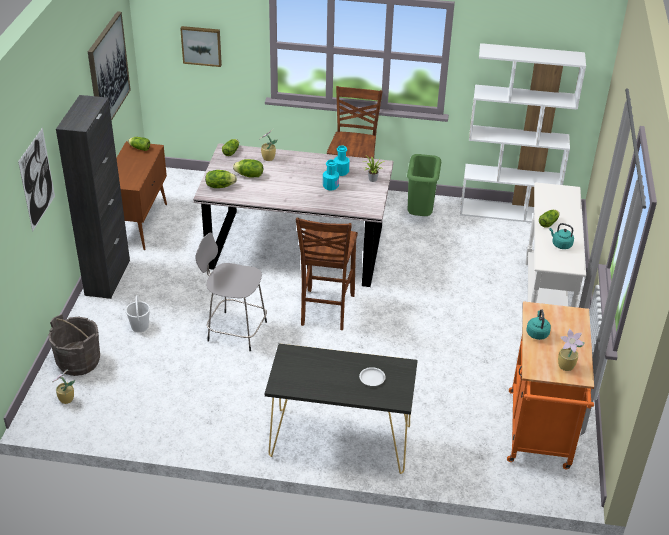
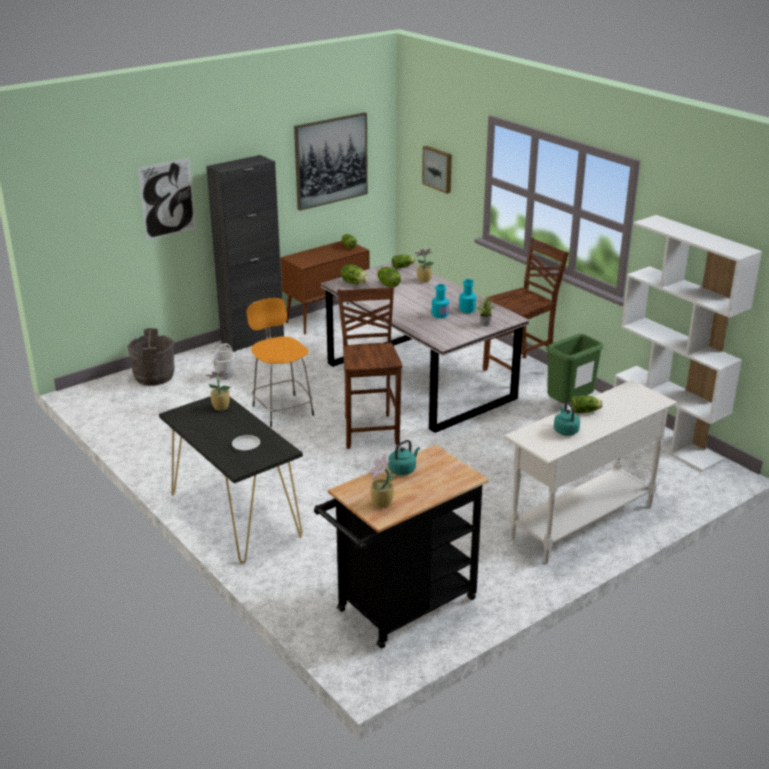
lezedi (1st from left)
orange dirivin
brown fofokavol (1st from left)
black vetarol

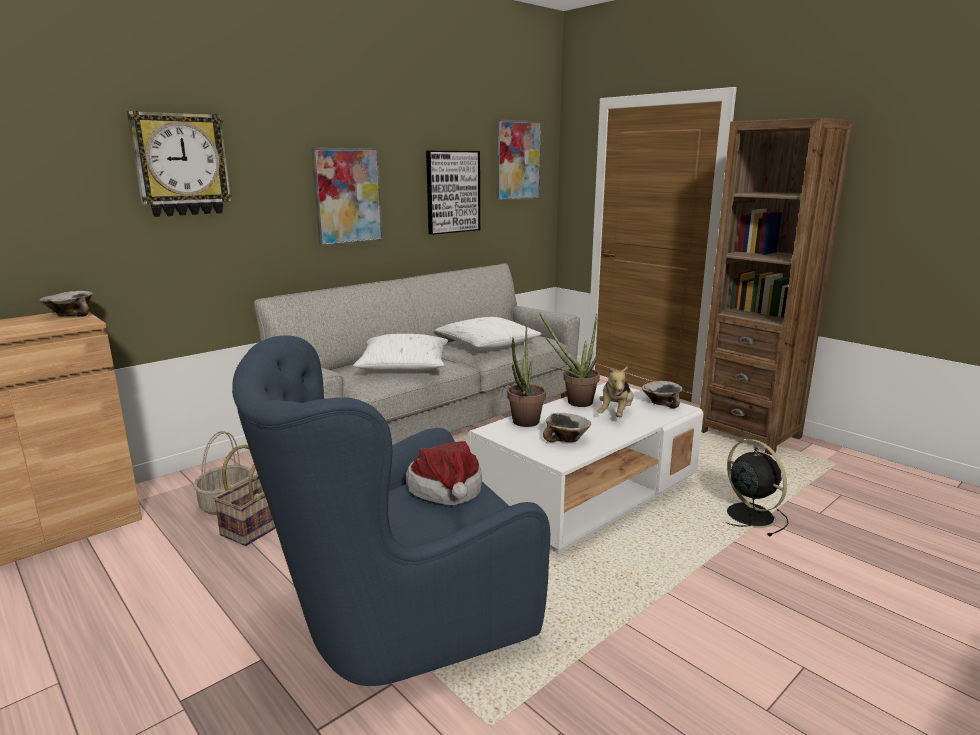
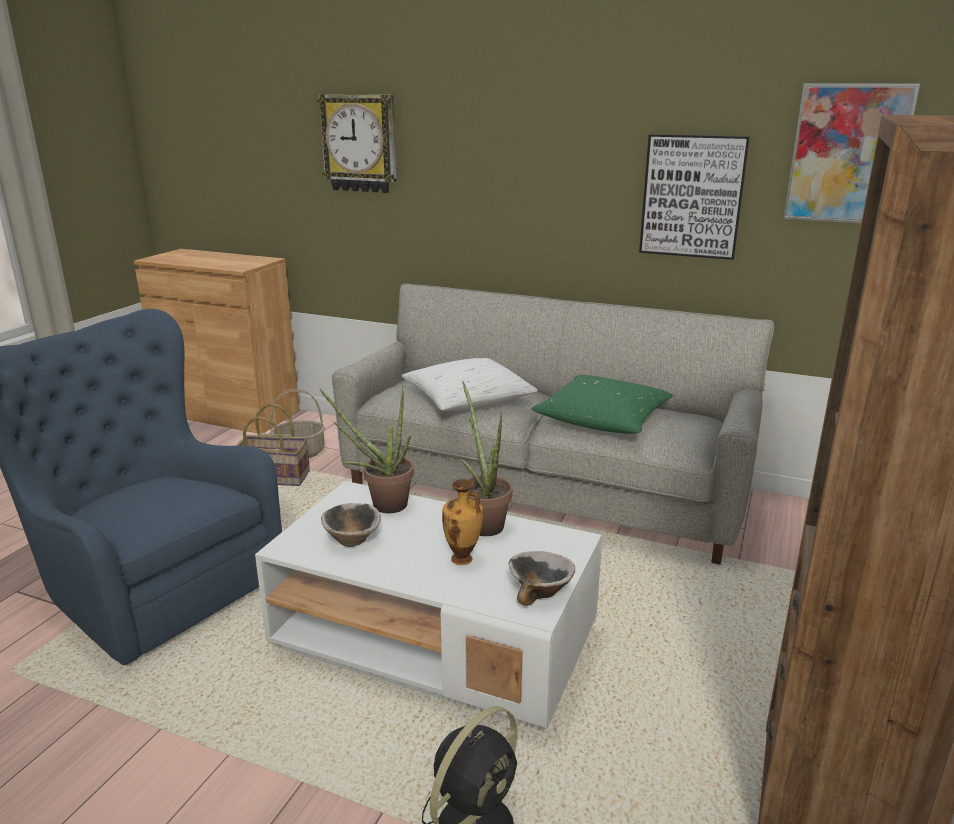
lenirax (1st from left in the first image)
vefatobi (1st from left in the first image)
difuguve
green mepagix
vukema

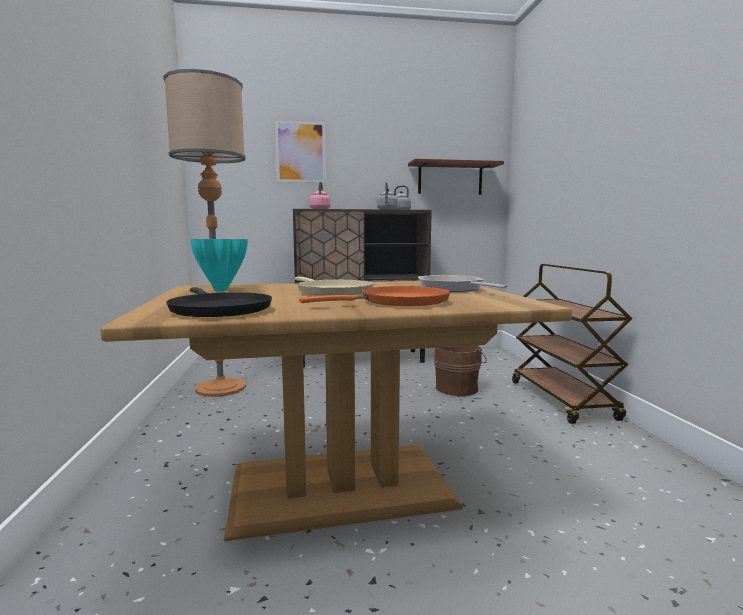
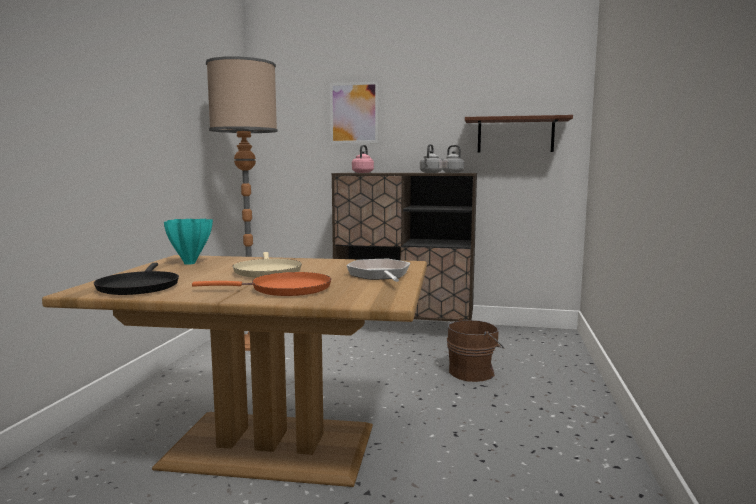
brown vetarol

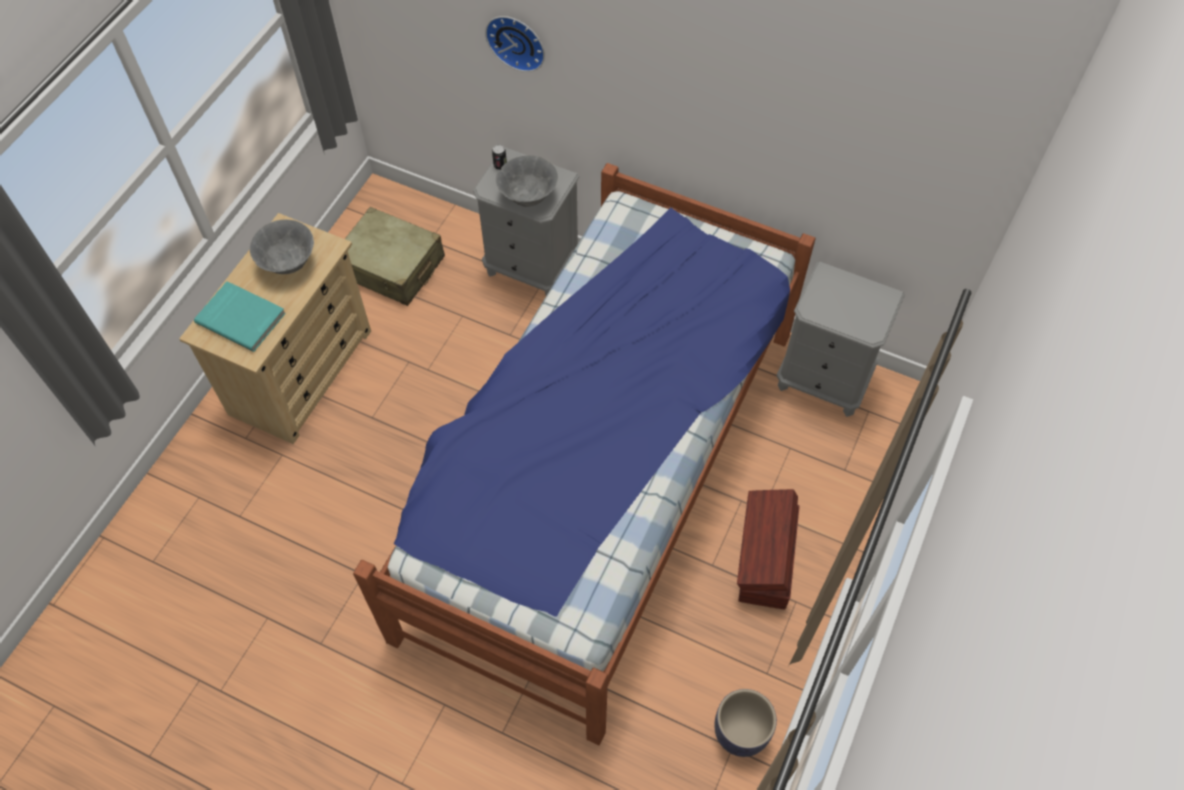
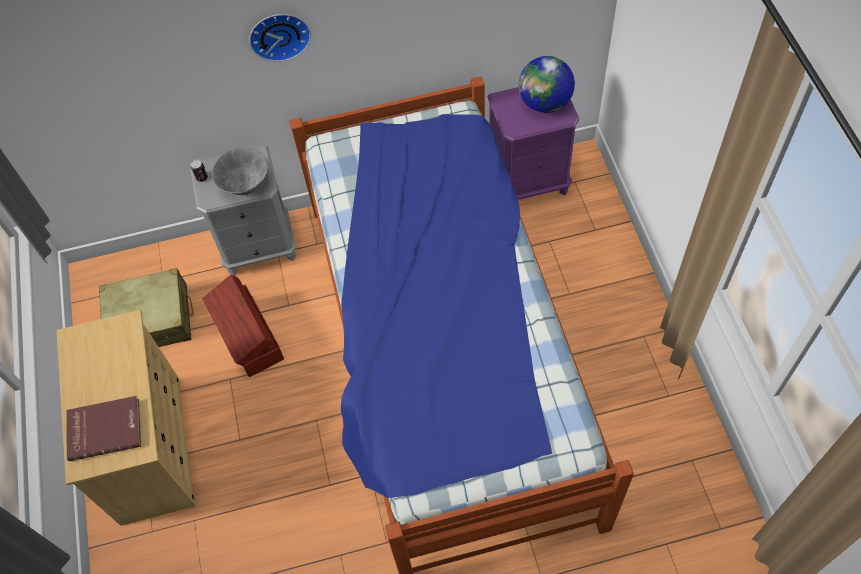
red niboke
grey lenirax (1st from left in the first image)
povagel
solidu
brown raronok
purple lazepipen
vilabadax

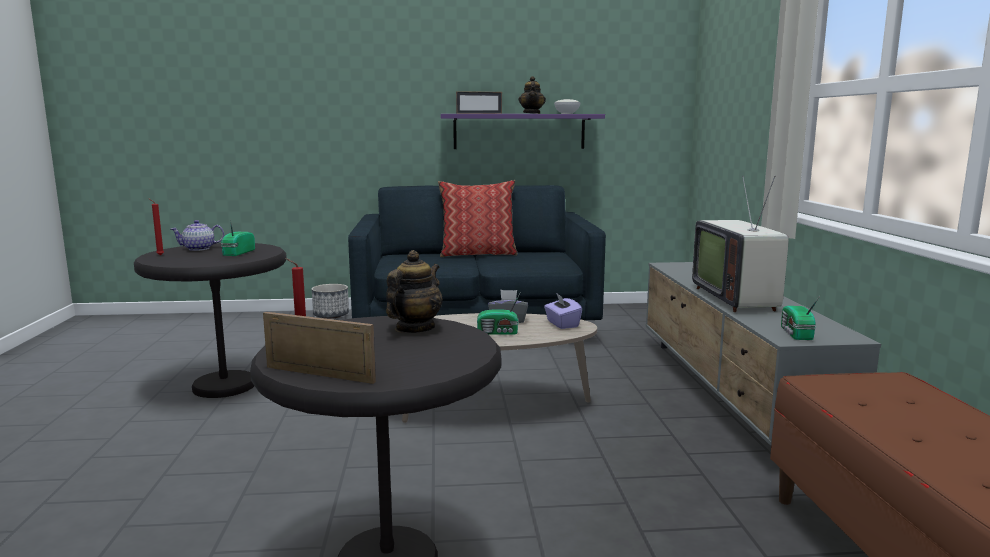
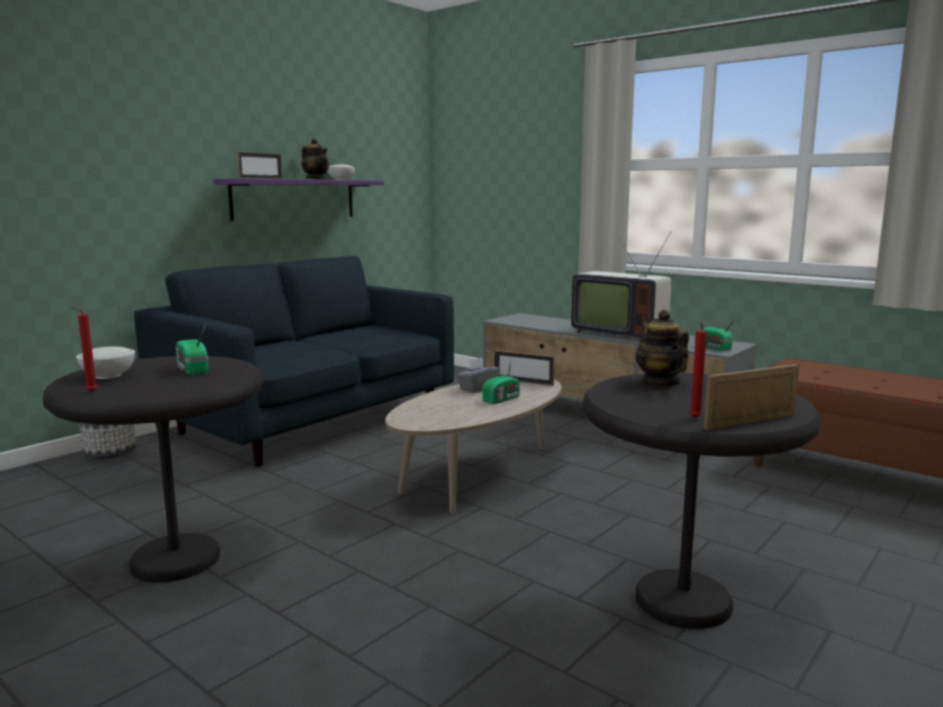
white lenirax (1st from left)
mepagix
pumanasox (2nd from left)

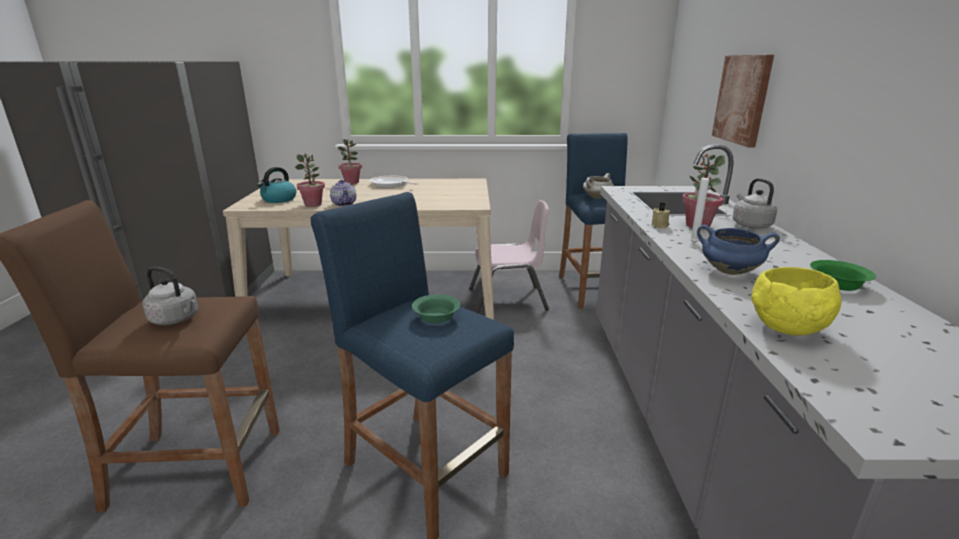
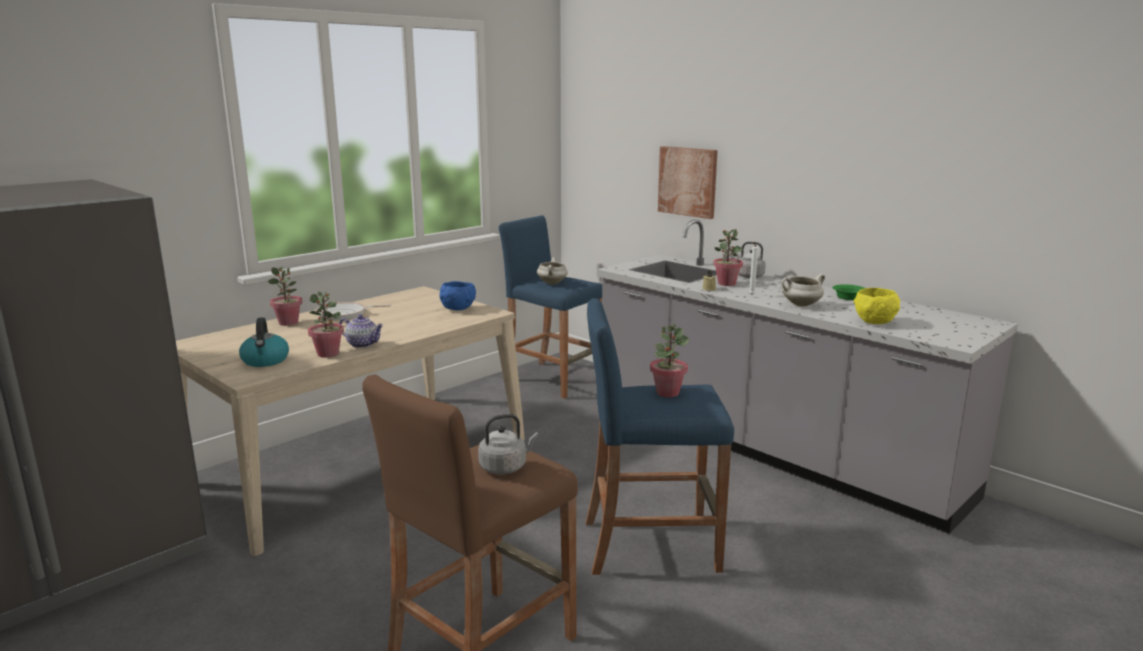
lezedi (3rd from left)
pink fofokavol
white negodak (2nd from left)
blue lenirax

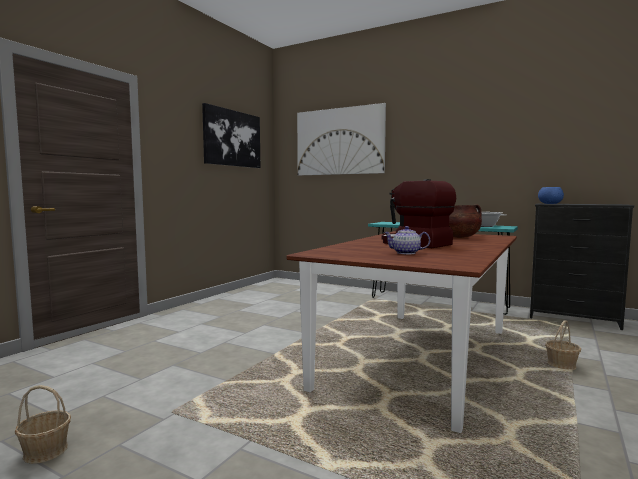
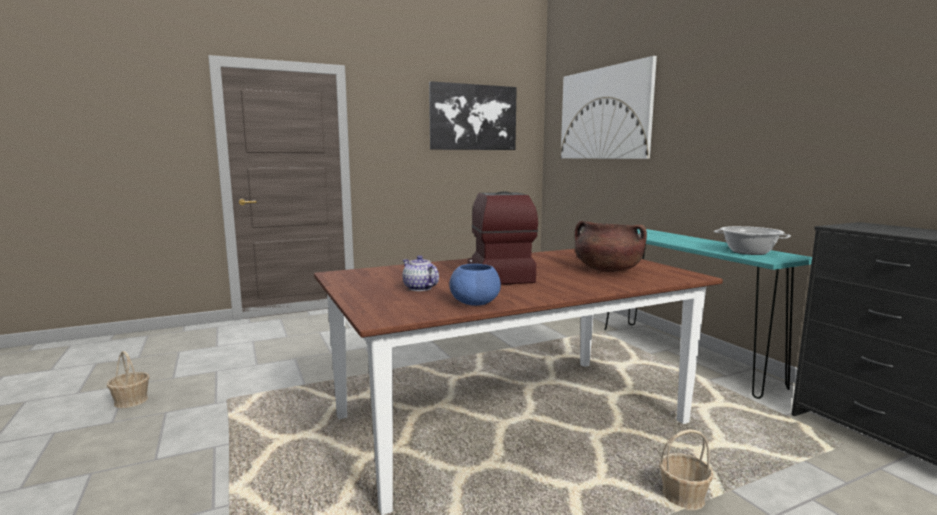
blue lenirax

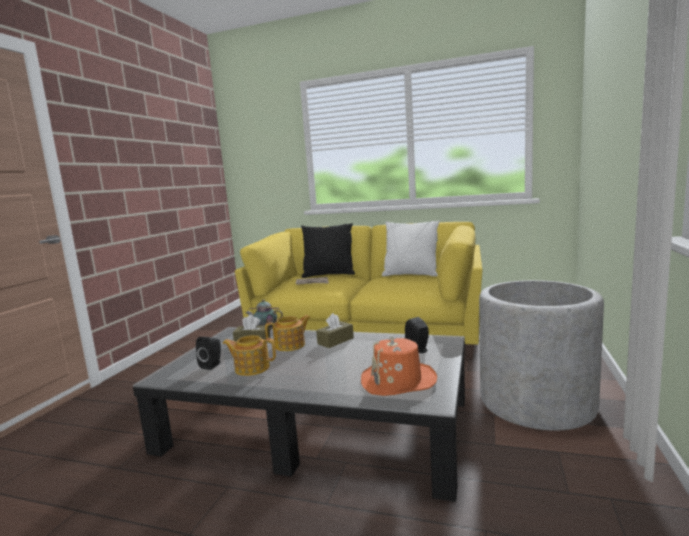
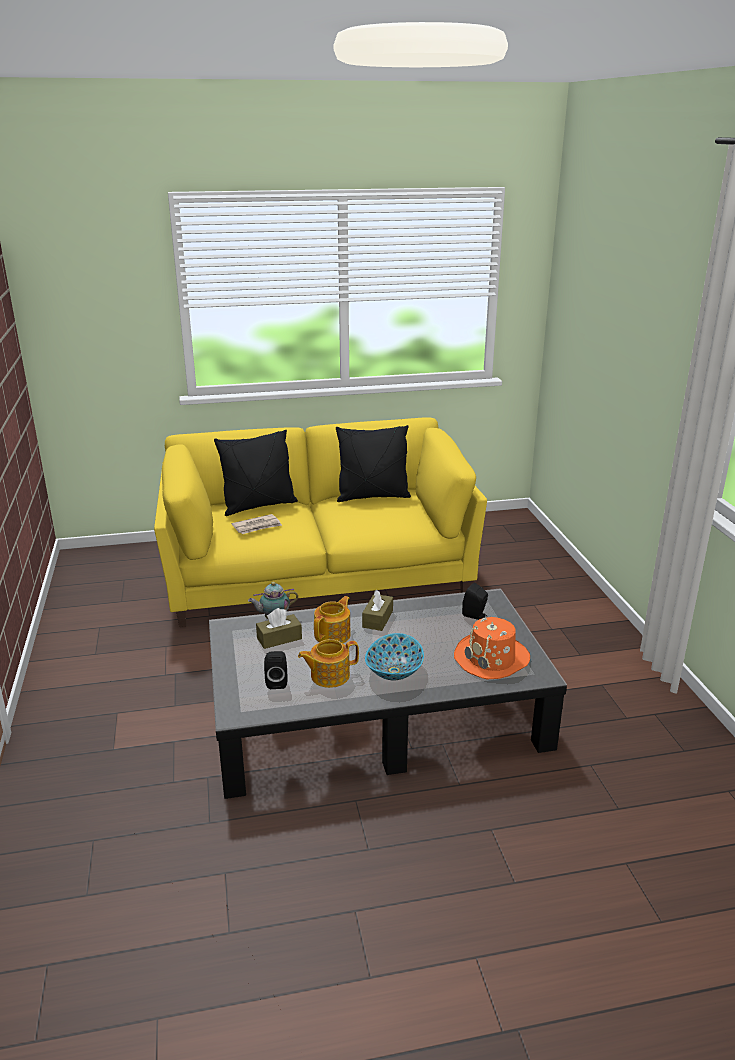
black mepagix (2nd from left)
grey solidu
lenirax

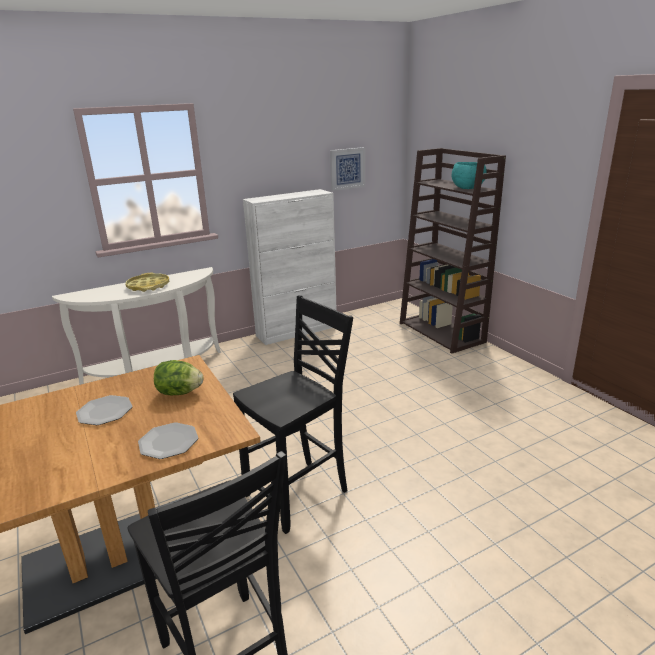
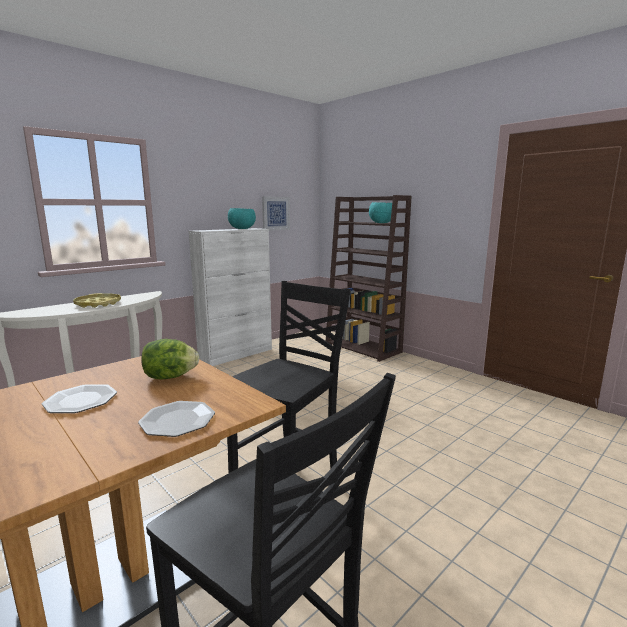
turquoise lenirax (1st from left)

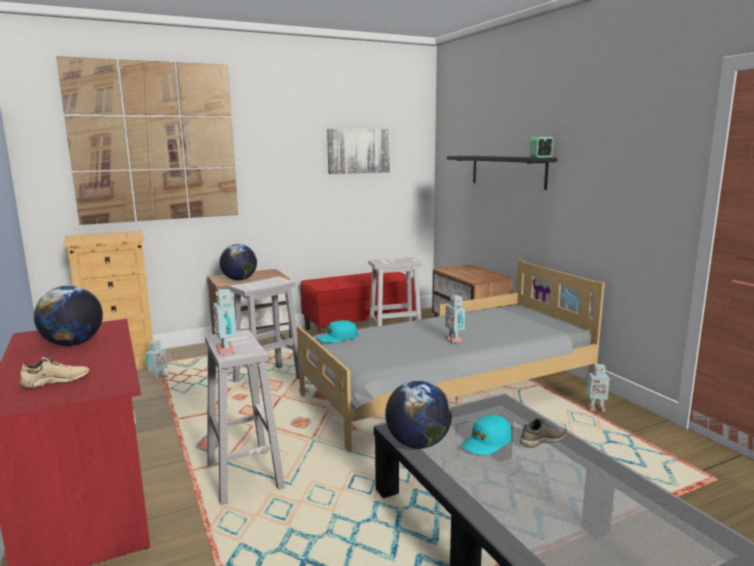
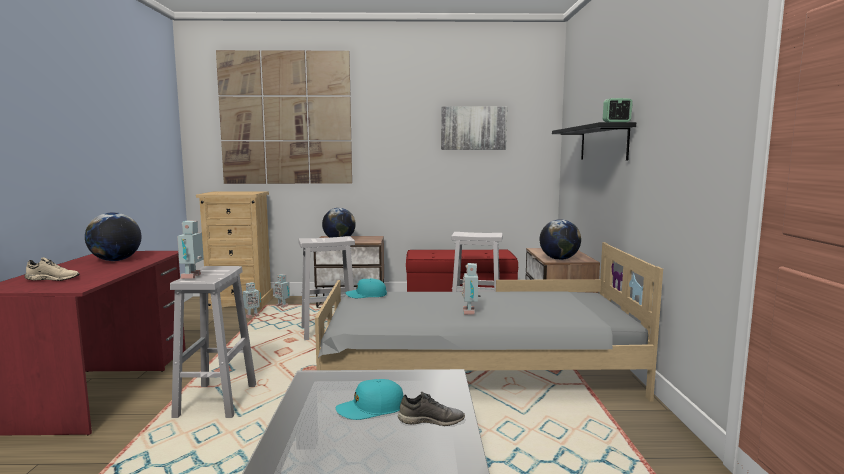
vilabadax (3rd from left)
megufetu (3rd from left)

